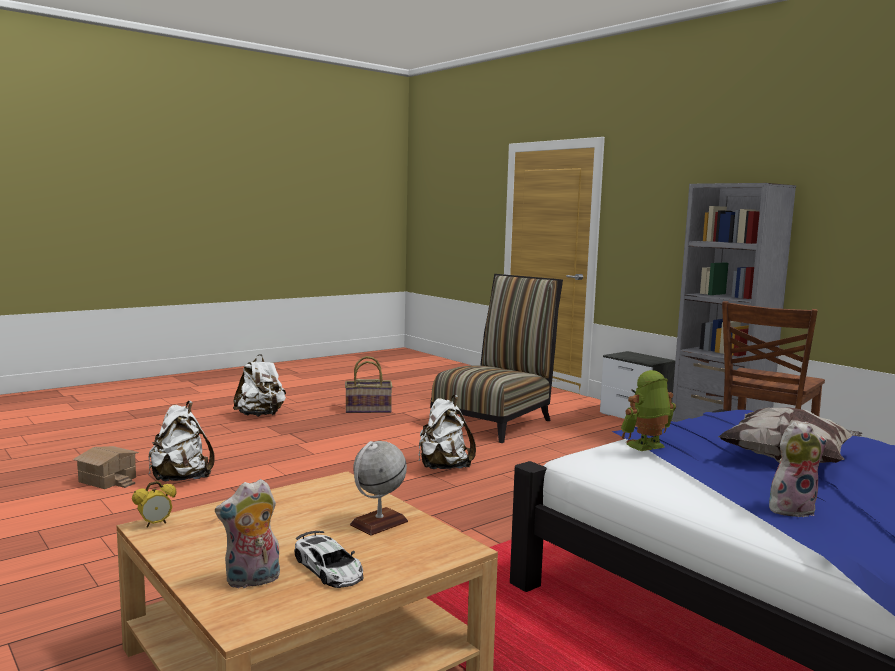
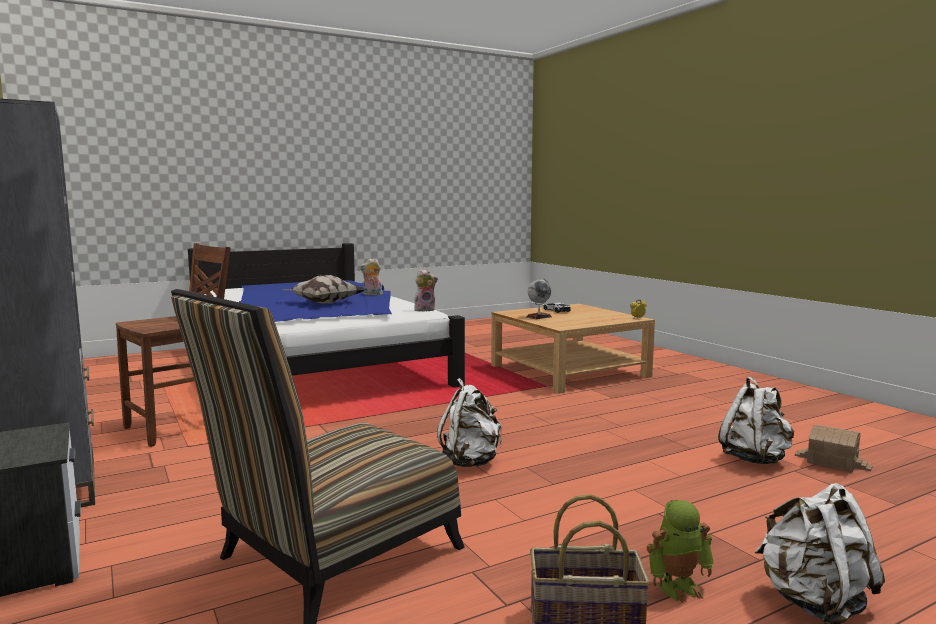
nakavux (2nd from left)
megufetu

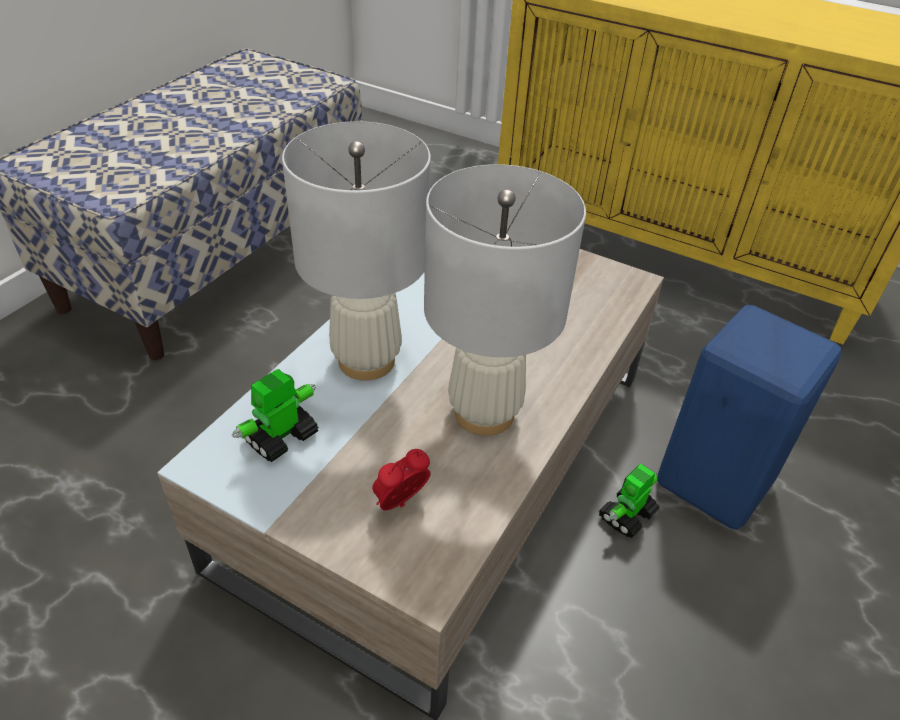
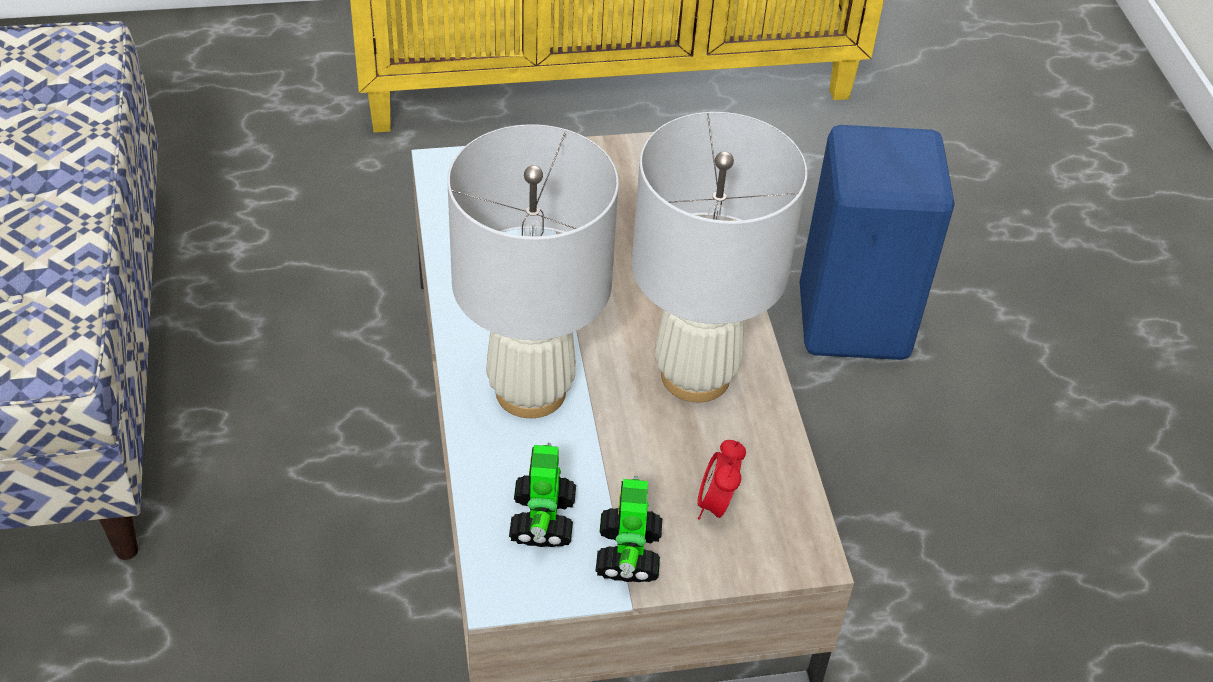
megufetu (2nd from left)

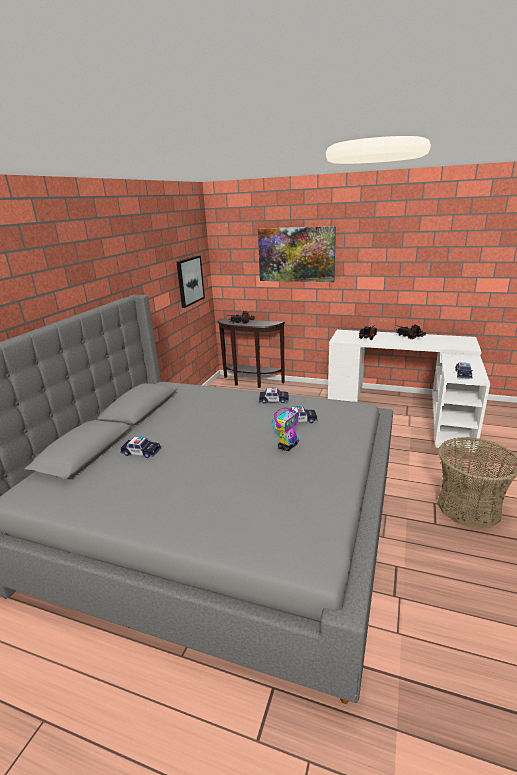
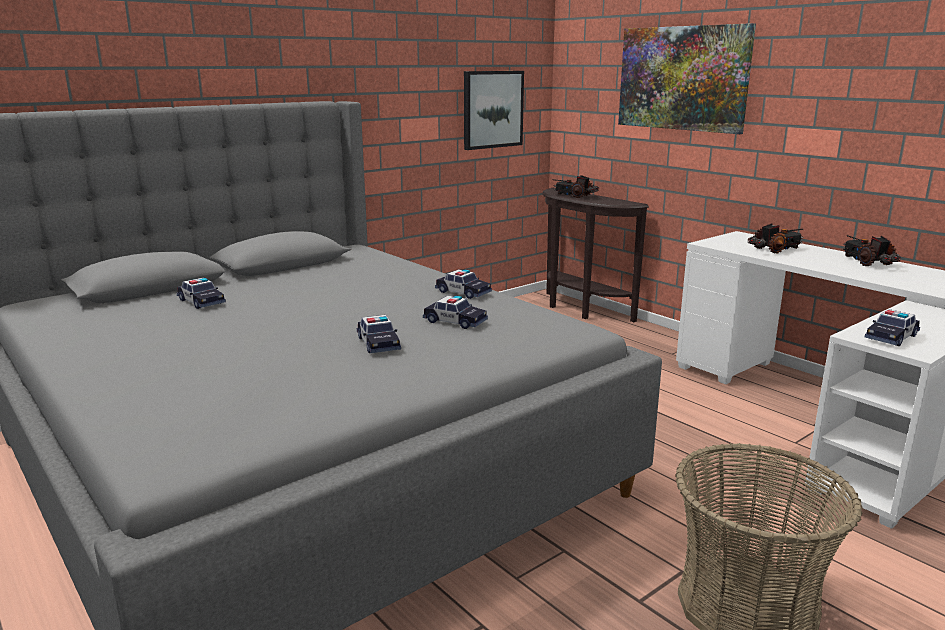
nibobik (2nd from left)

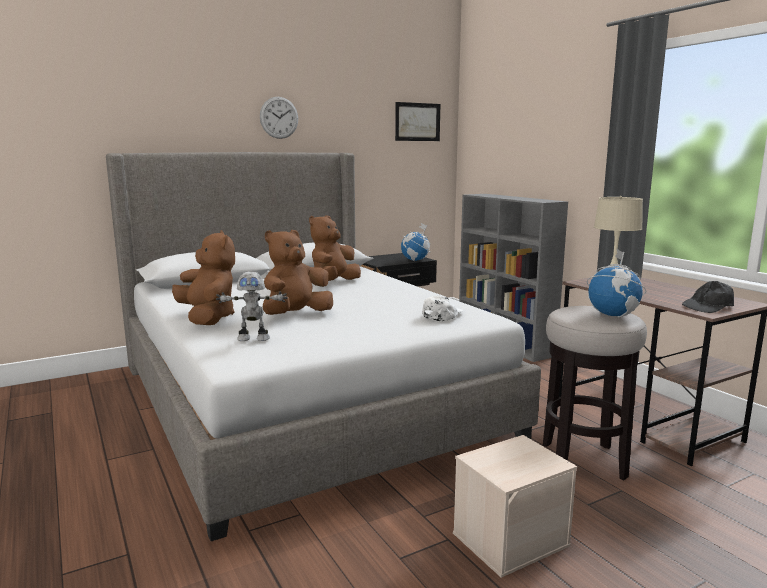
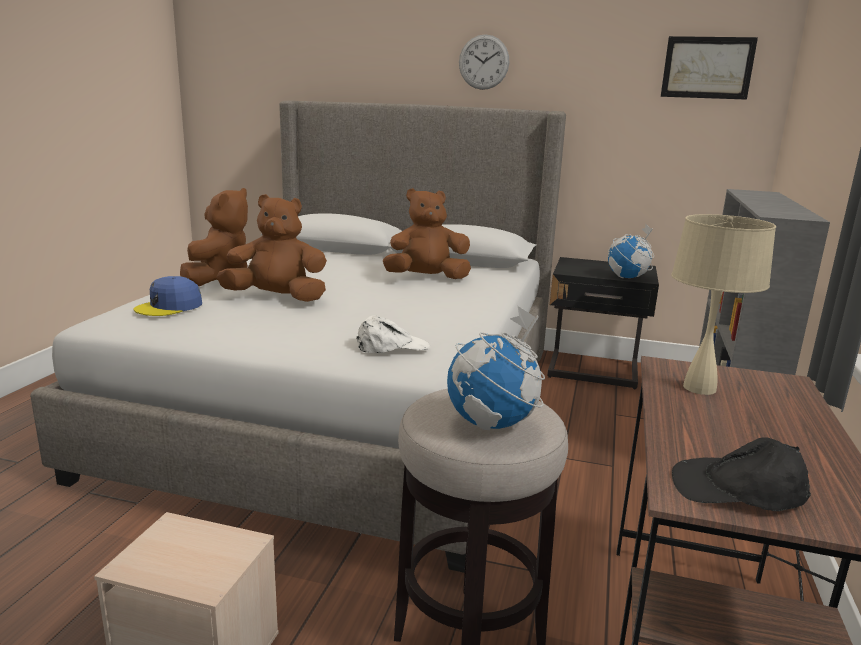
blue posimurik

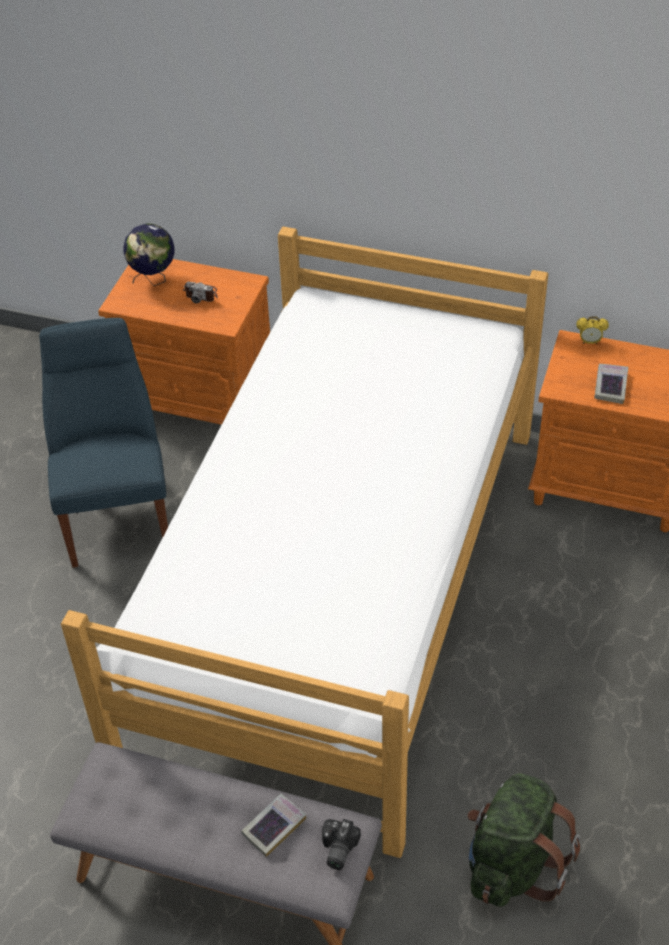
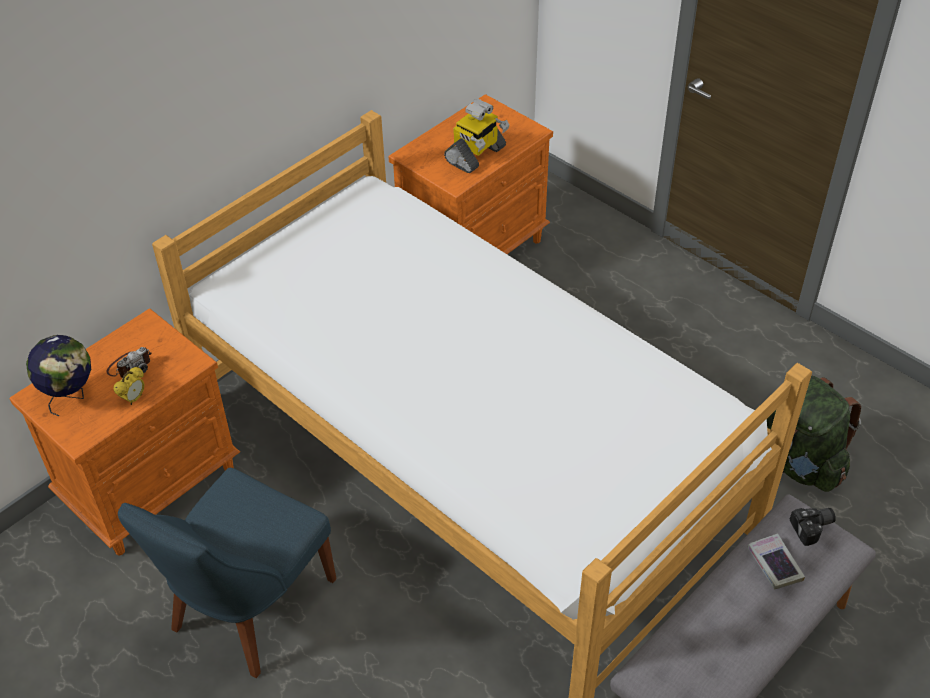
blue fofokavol
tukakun (2nd from left)
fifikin
megufetu

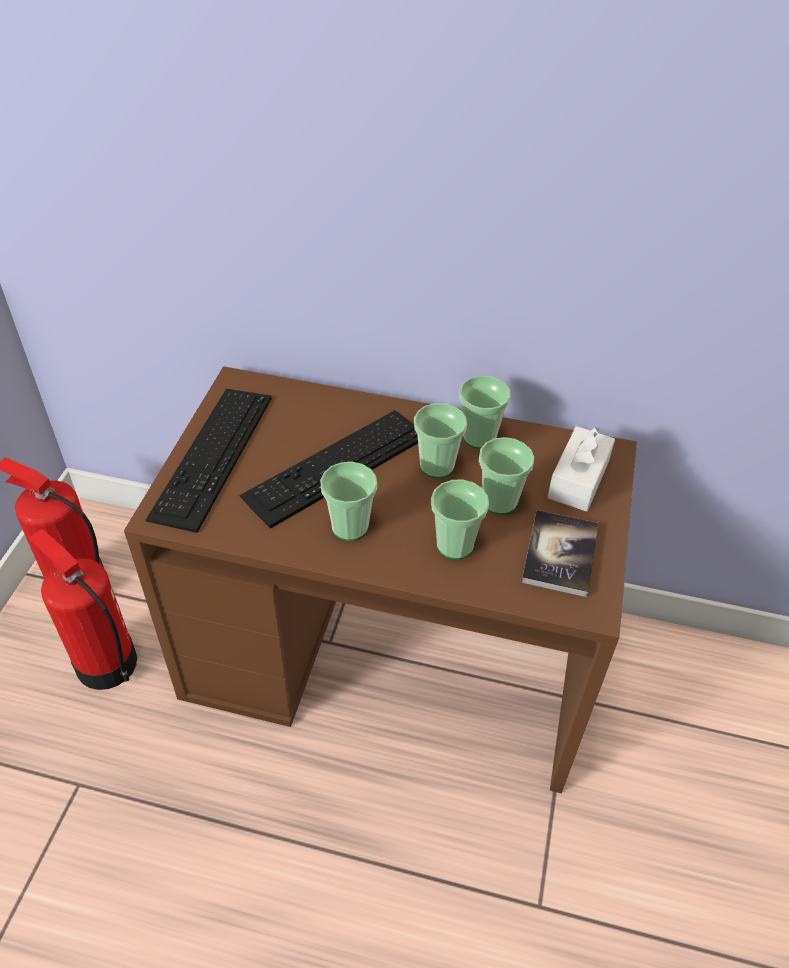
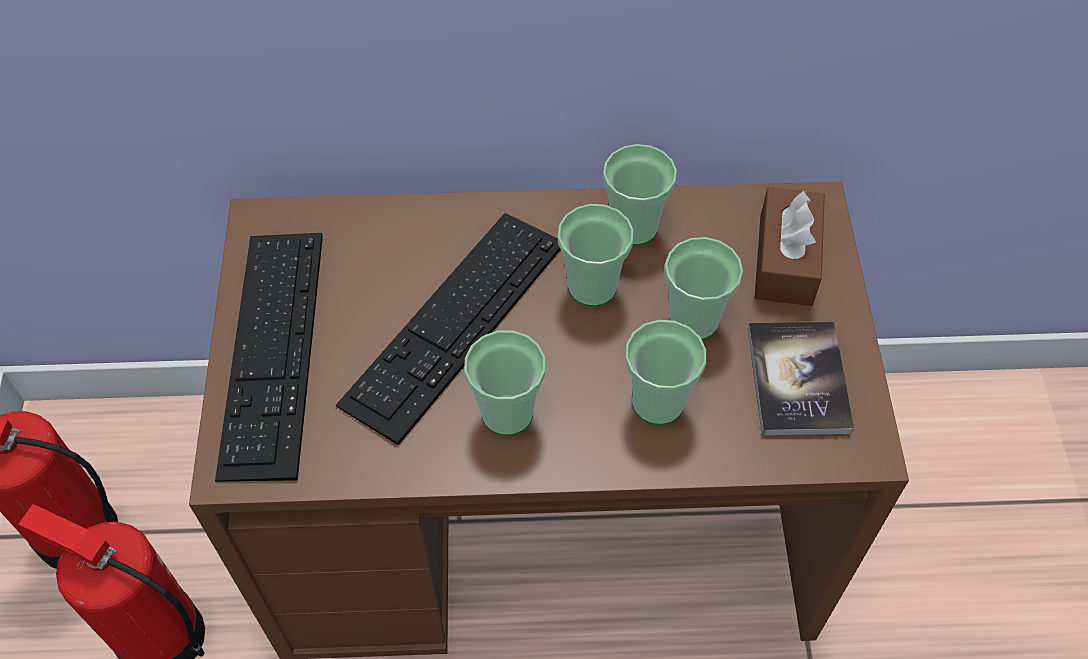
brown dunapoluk

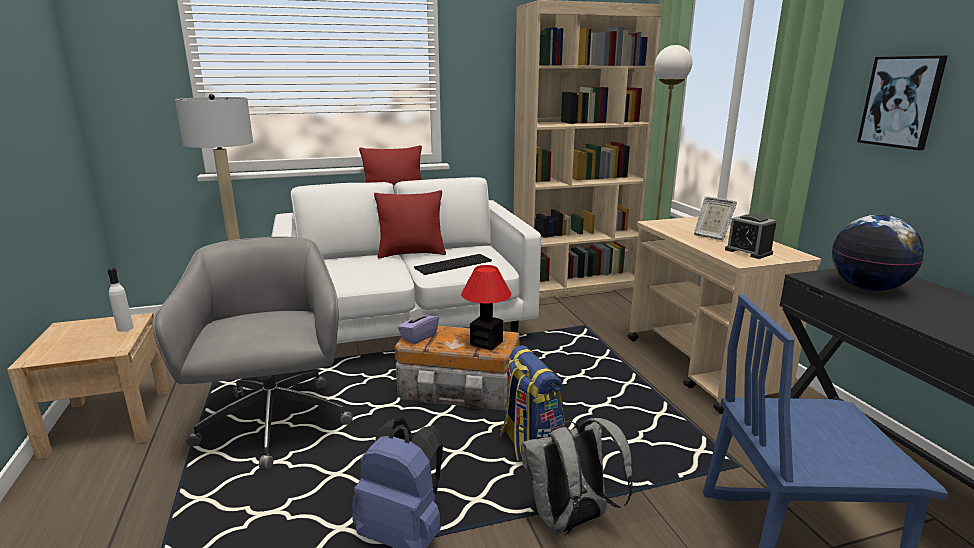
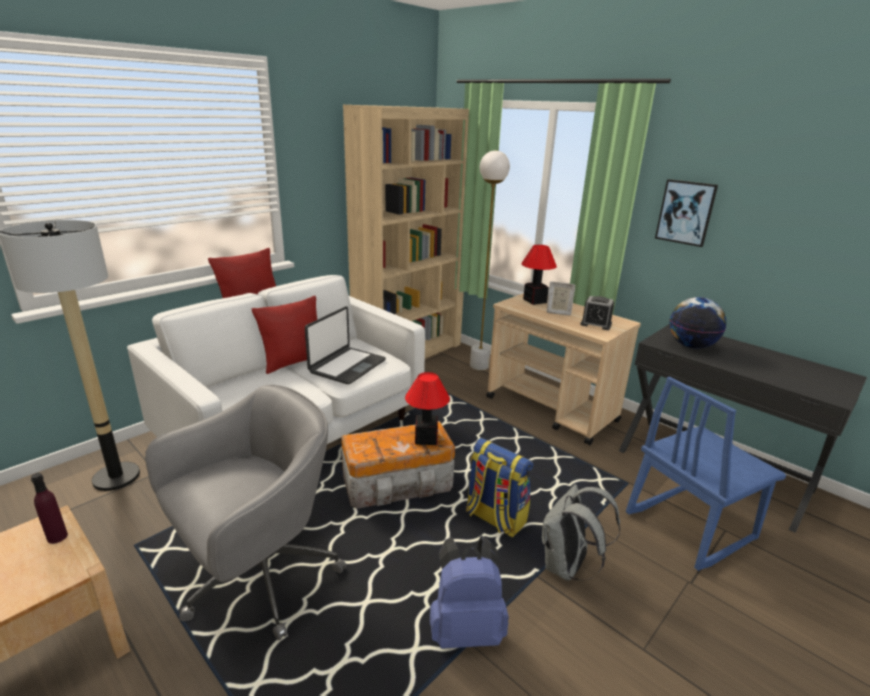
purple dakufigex
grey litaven
purple dunapoluk
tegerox
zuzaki (2nd from left)

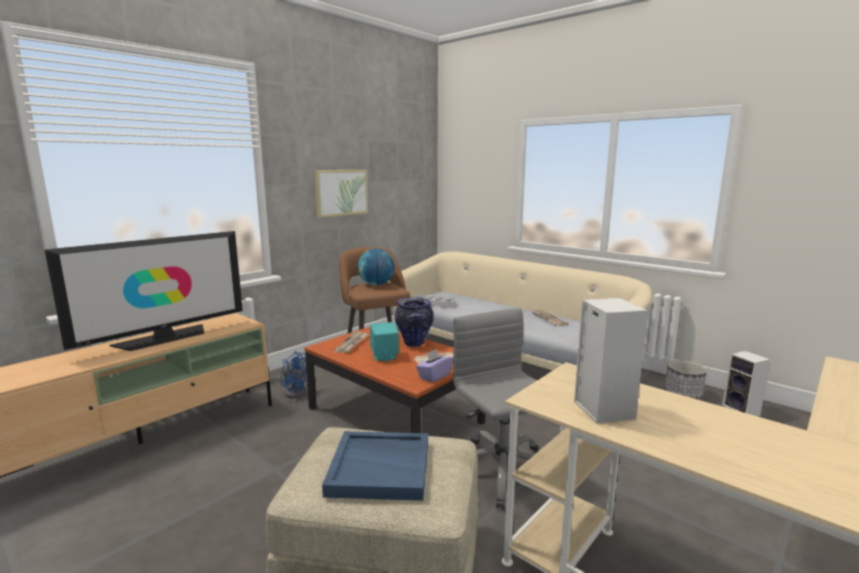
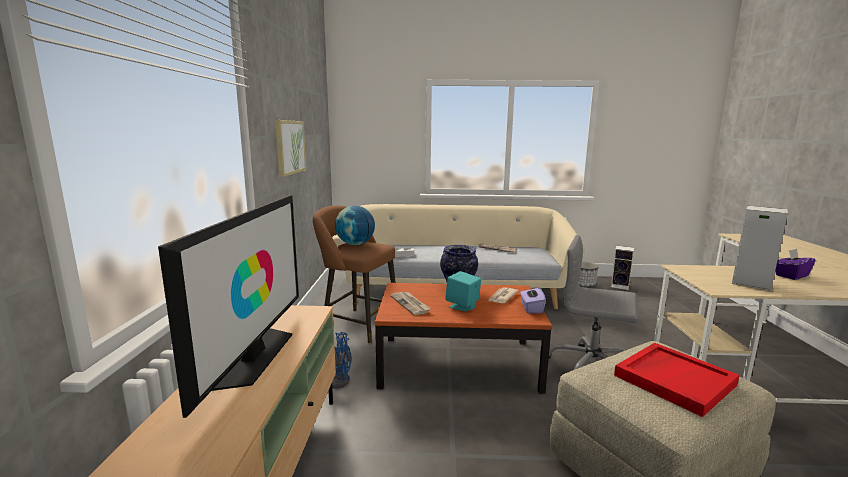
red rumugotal
purple dunapoluk (2nd from left)

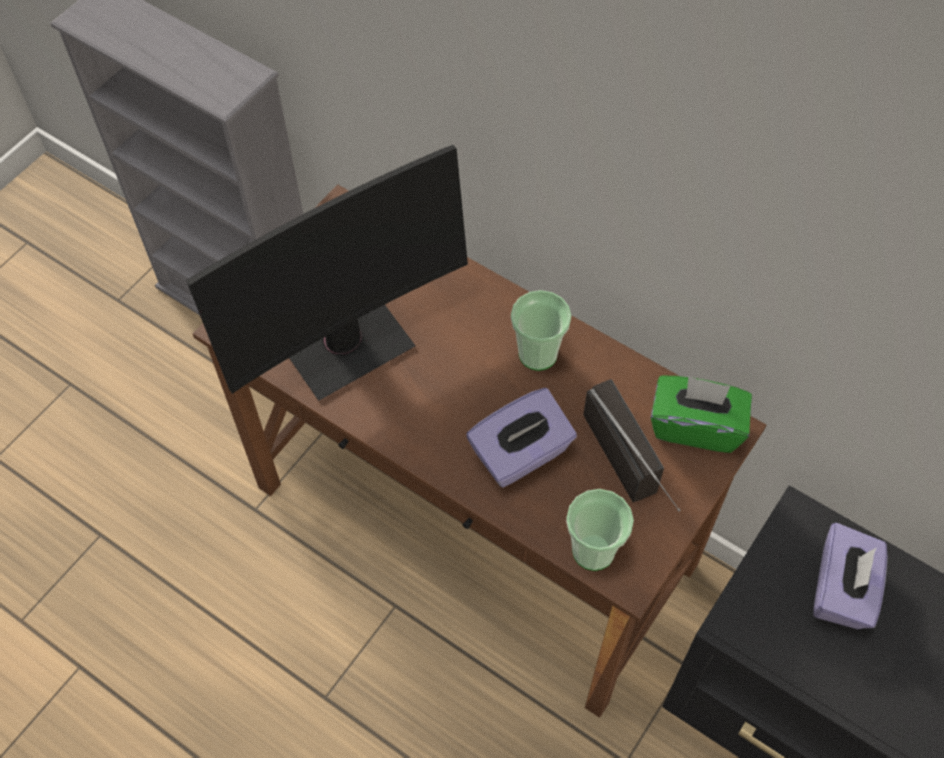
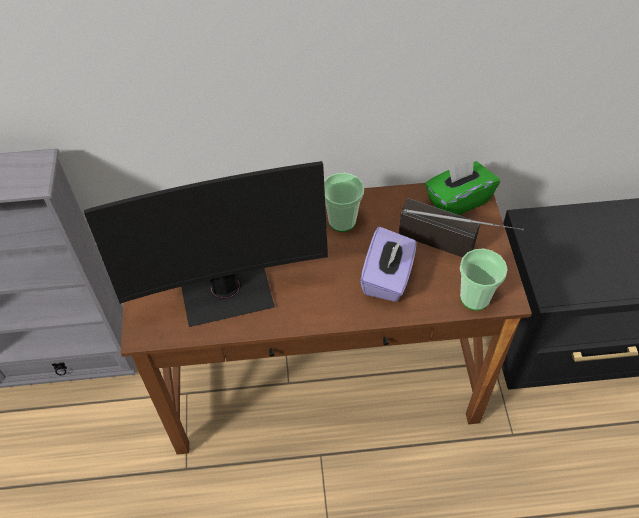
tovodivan
purple dunapoluk (2nd from left in the first image)

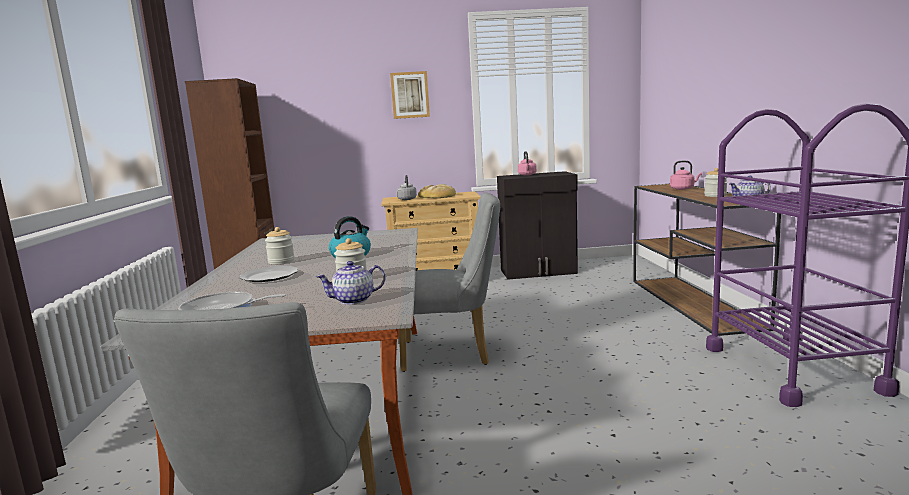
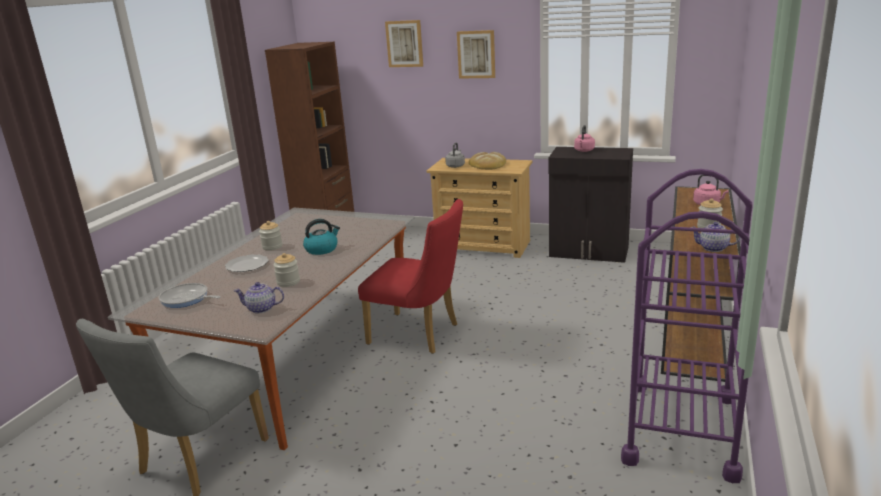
red fofokavol
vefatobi (1st from left)

